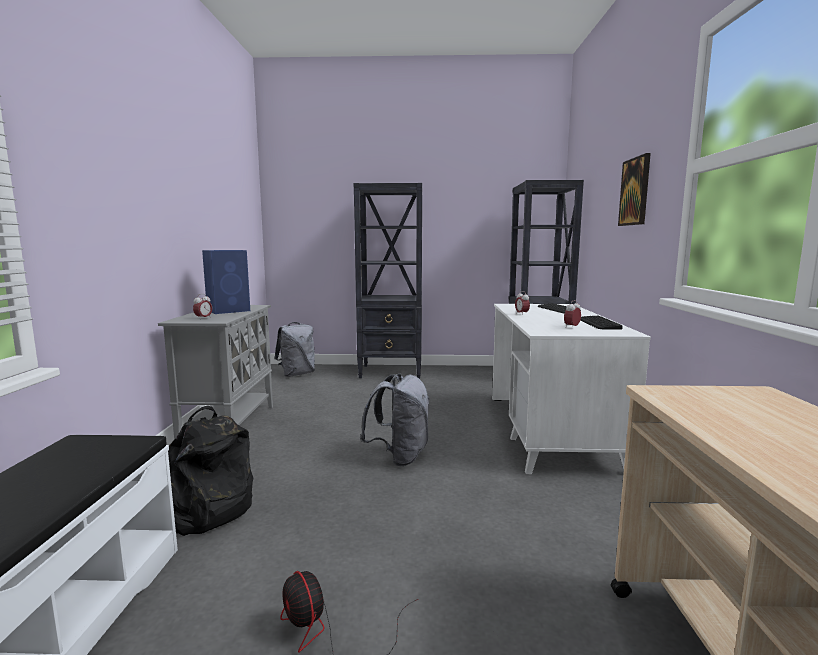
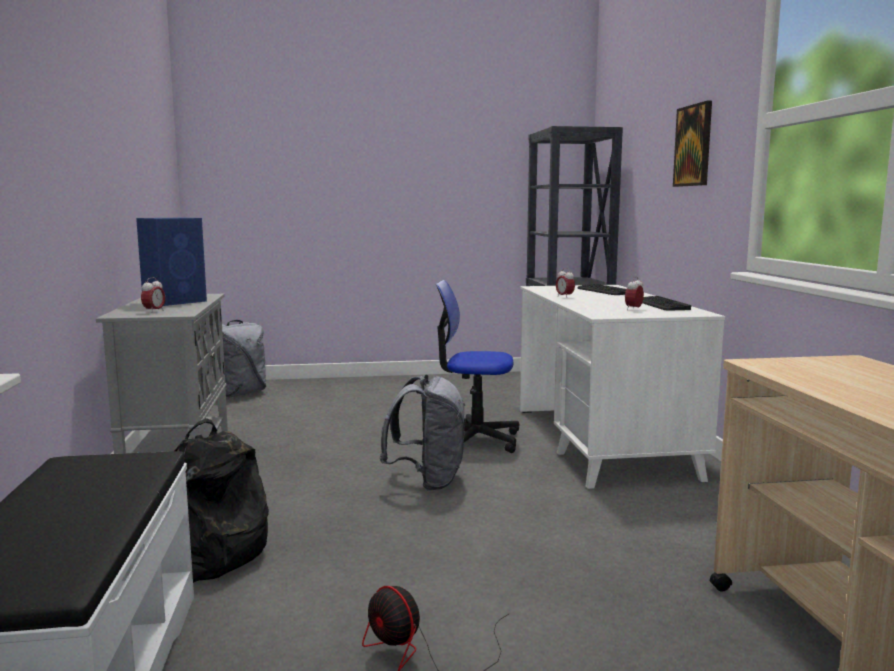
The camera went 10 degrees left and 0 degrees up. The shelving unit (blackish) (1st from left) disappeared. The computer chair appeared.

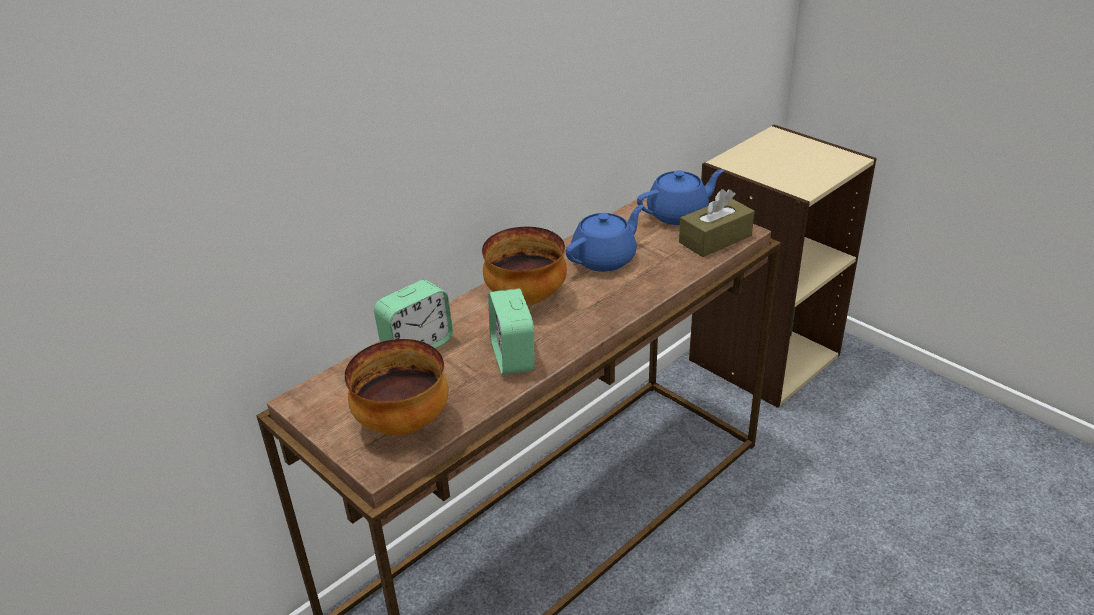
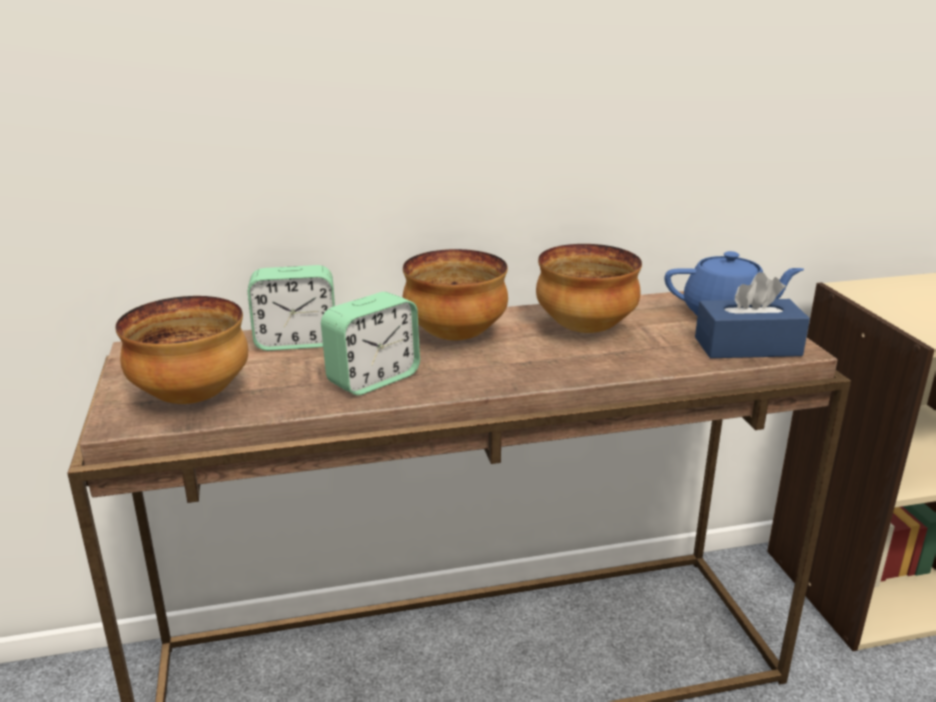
The camera went 30 degrees right and 10 degrees down. The alarm clock (2nd from left) turned 150 degrees counterclockwise. The teapot (blue) (1st from left) was replaced by the serving bowl (3rd from left). The box of tissues (brown-coloured) became the box of tissues (blue).

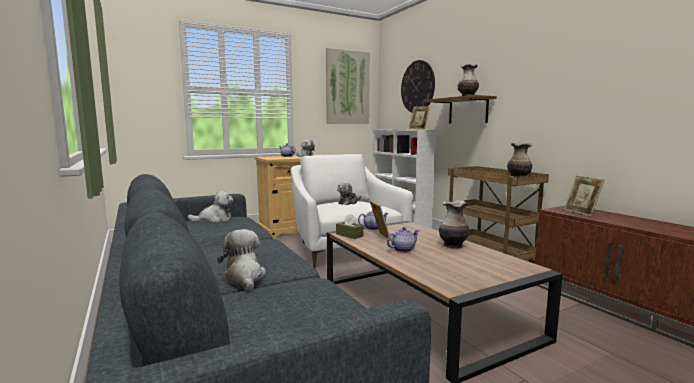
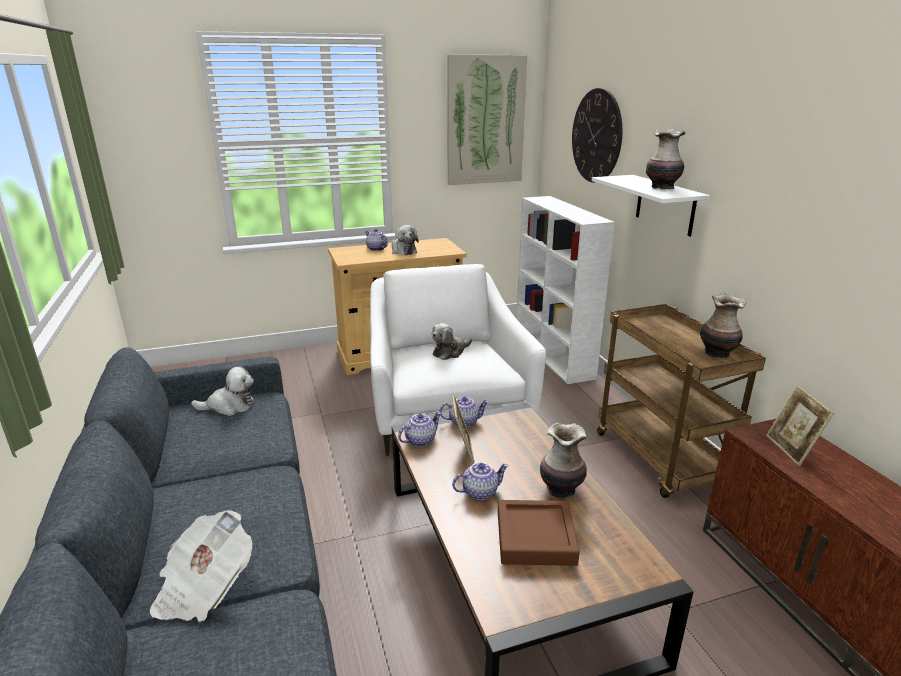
The camera went 10 degrees right and 15 degrees up. The cuddly toy (2nd from left) was replaced by the newspaper. The box of tissues (brown-coloured) was replaced by the teapot (2nd from left). The standing frame (2nd from left) disappeared. The bracket shelf (brown-coloured) became the bracket shelf (white). The carrying tray (brown-coloured) appeared.

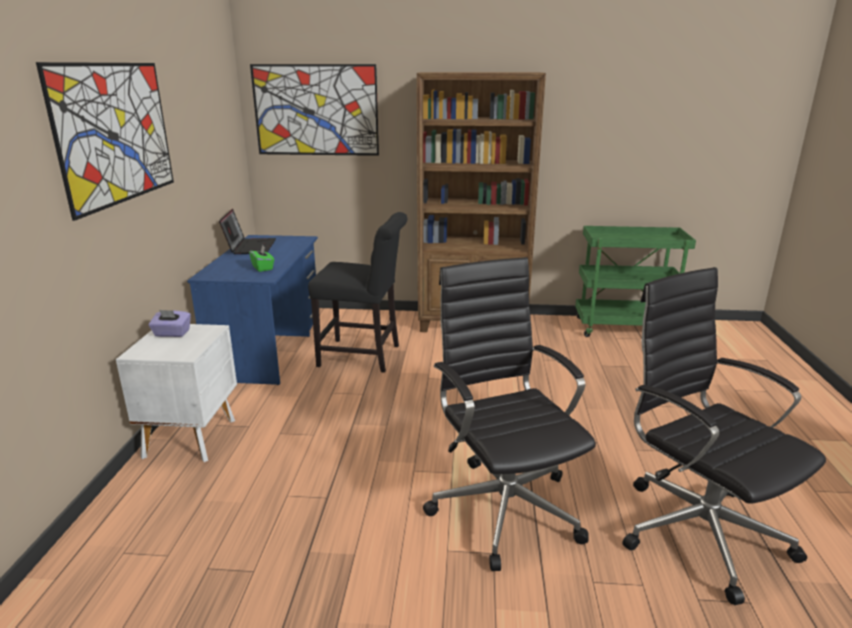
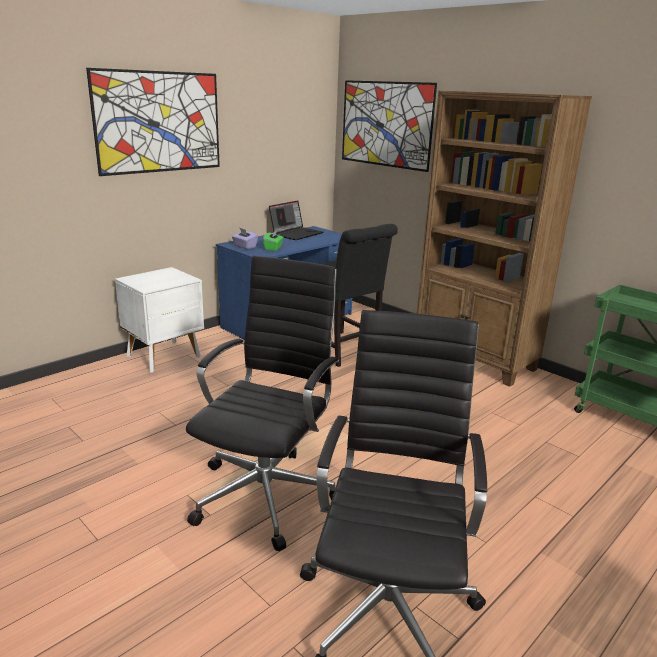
The camera went 40 degrees right and 0 degrees up. The box of tissues (purple-coloured) moved.

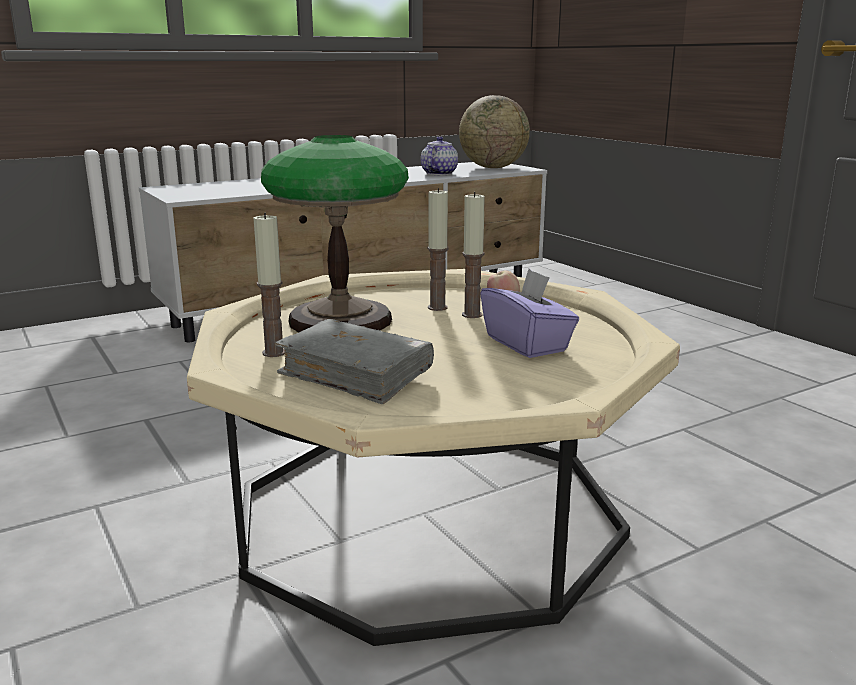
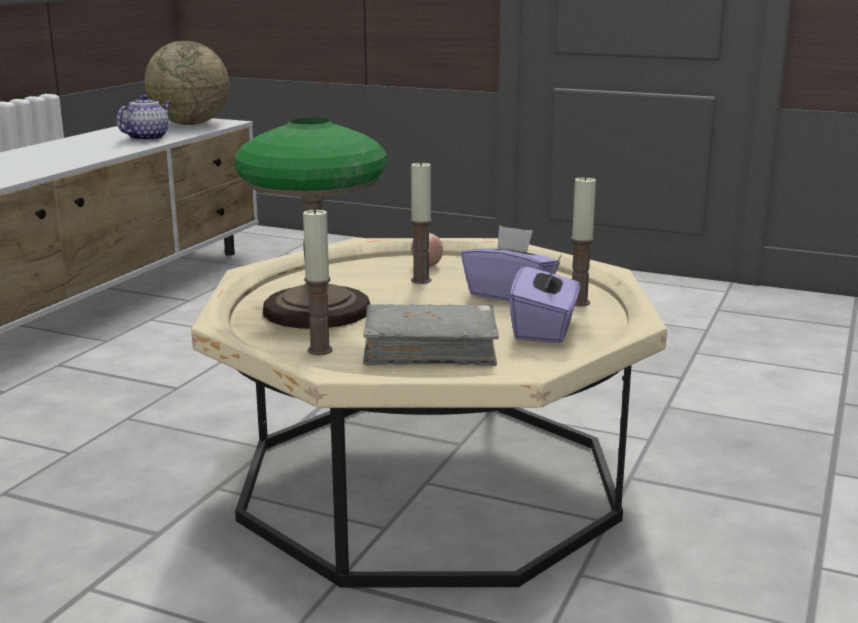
The camera went 35 degrees left and 0 degrees up. The teapot turned 45 degrees clockwise. The wax light (2nd from left in the first image) moved. The box of tissues (purple-coloured) (2nd from left) appeared.

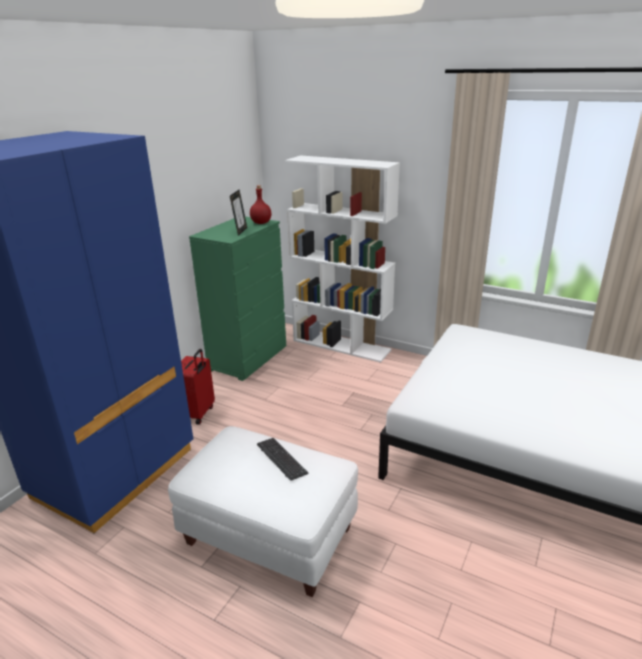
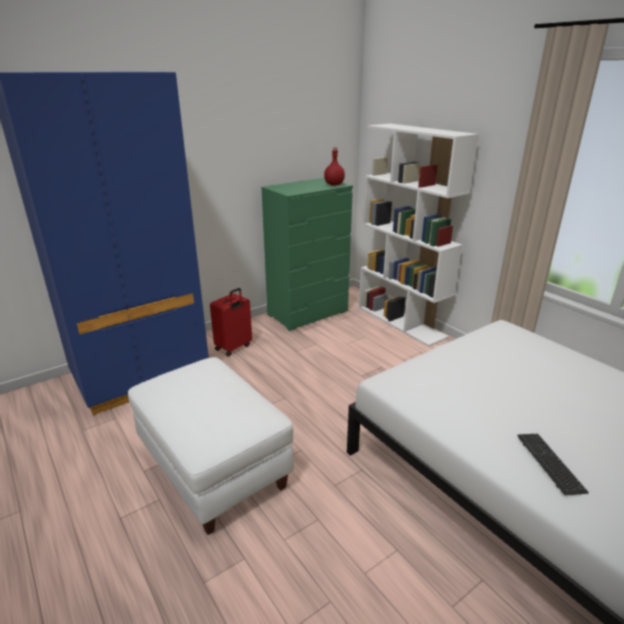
The camera went 25 degrees right and 0 degrees up. The standing frame disappeared. The PC keyboard moved.

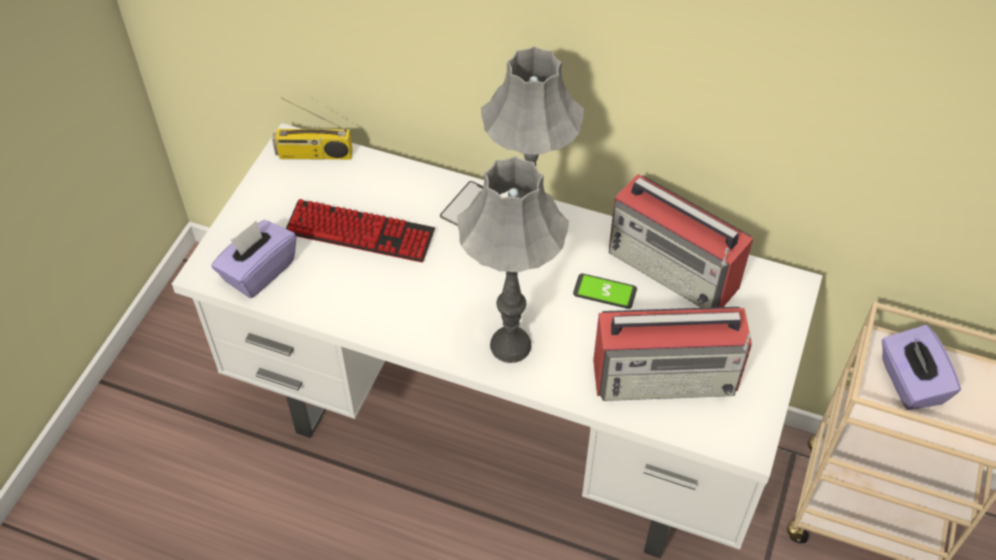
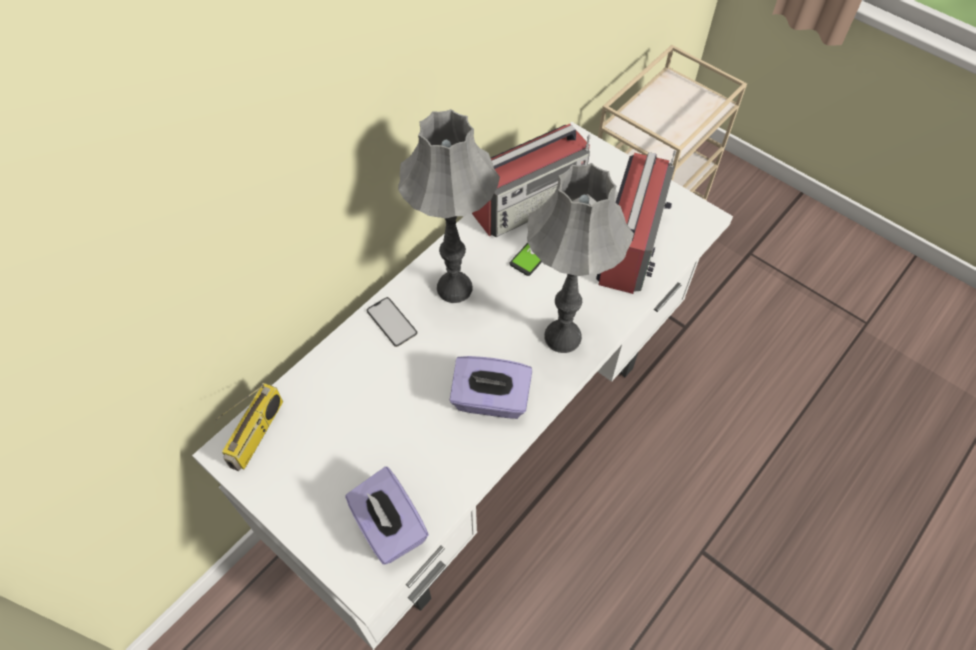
The camera went 70 degrees left and 5 degrees up. The PC keyboard disappeared. The box of tissues (purple-coloured) (2nd from left) moved.

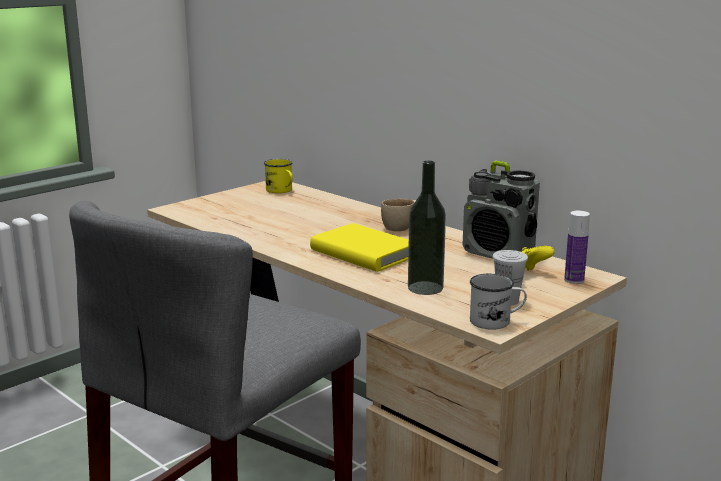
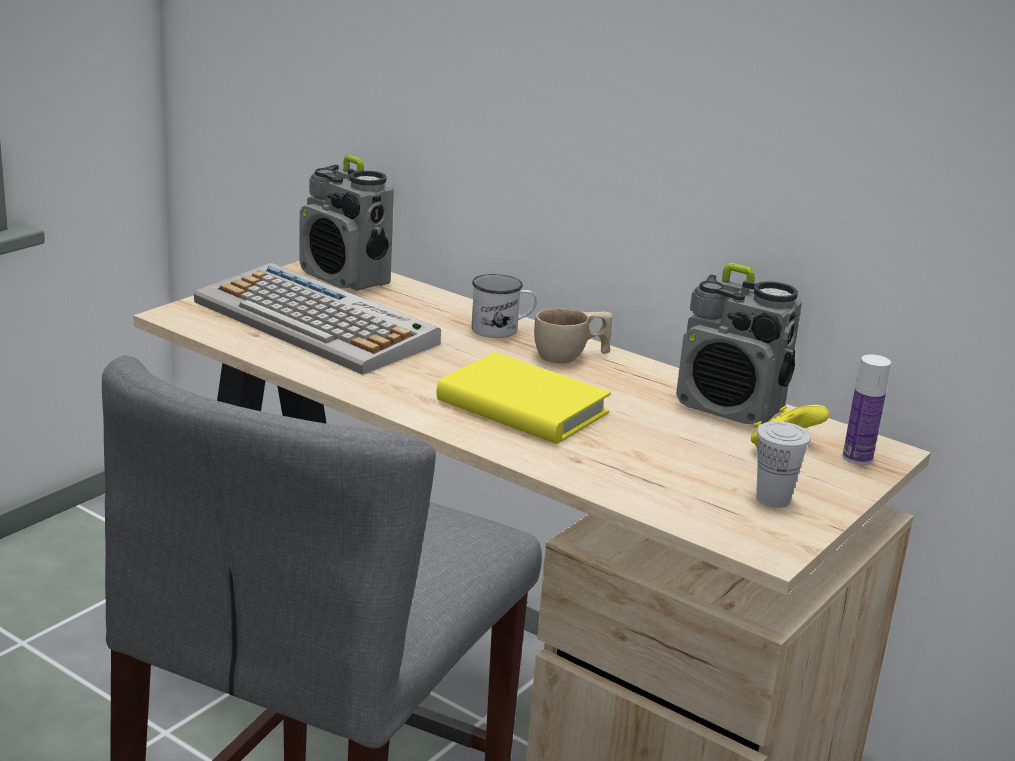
The camera went 10 degrees left and 5 degrees up. The tea mug (yellow) was replaced by the radio (1st from left). The bottle (1st from left) disappeared. The tea mug (white) moved. The PC keyboard appeared.

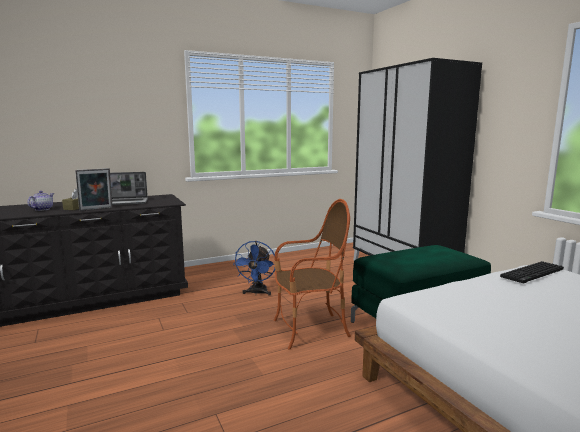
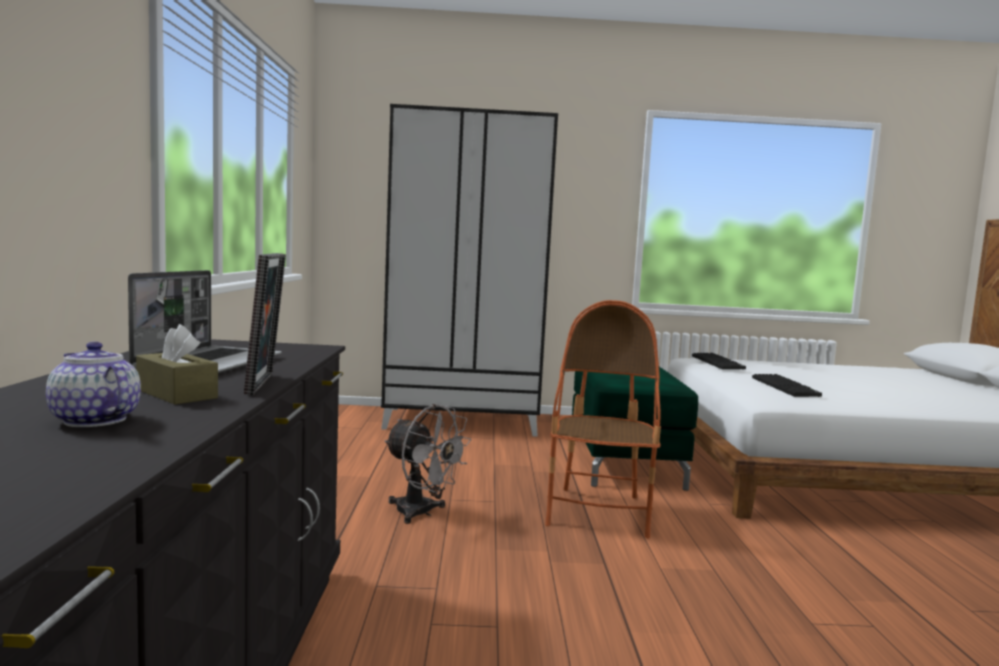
The camera went 65 degrees left and 5 degrees down. The fan (blue) became the fan (greyish). The PC keyboard (2nd from left) appeared.

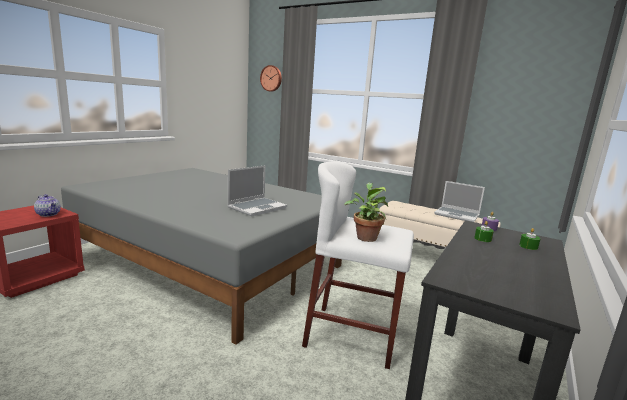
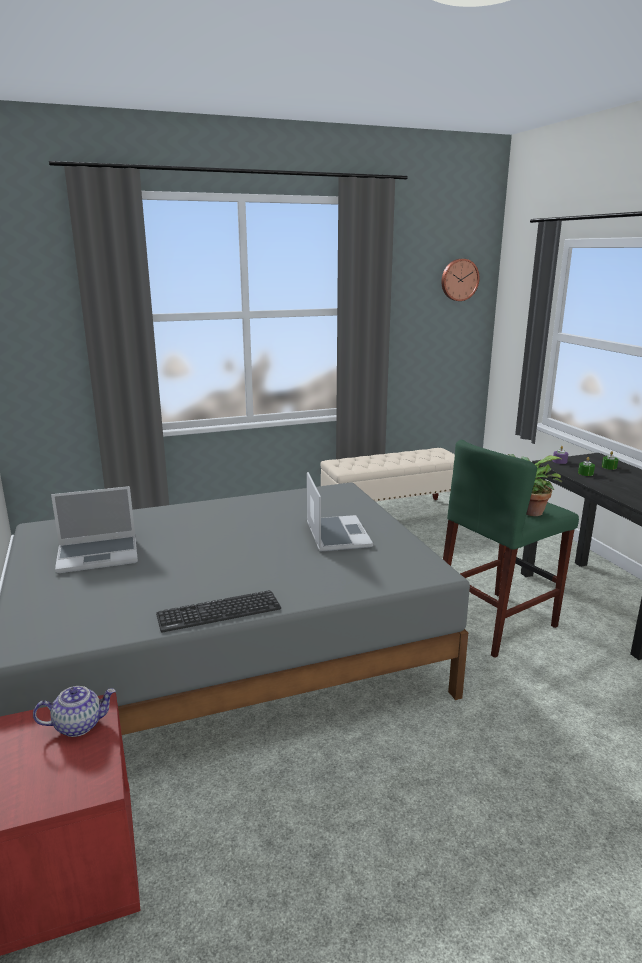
The camera went 50 degrees left and 5 degrees up. The wall clock moved. The sitting stool (white) became the sitting stool (greenish). The notebook computer (2nd from left in the first image) moved. The PC keyboard appeared.

